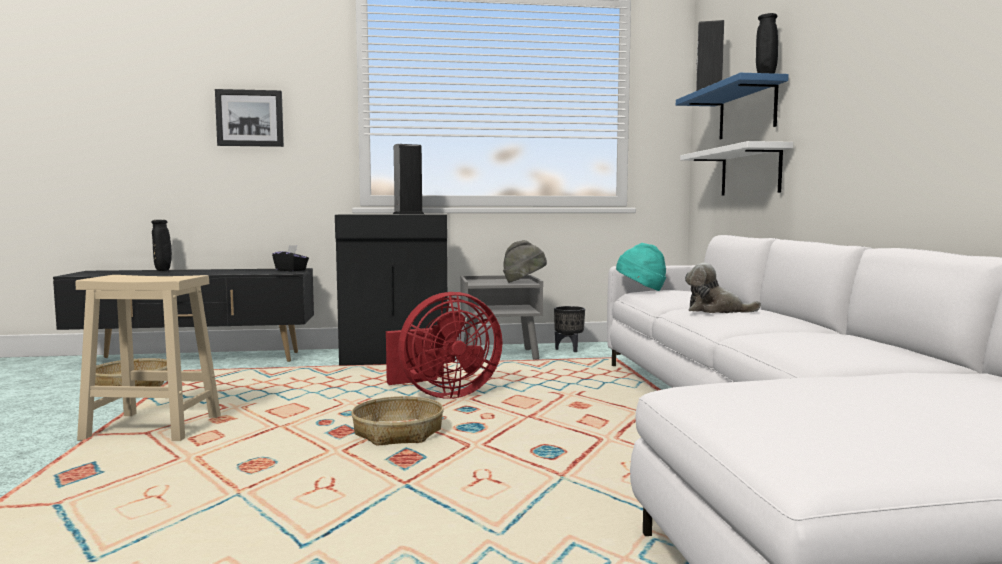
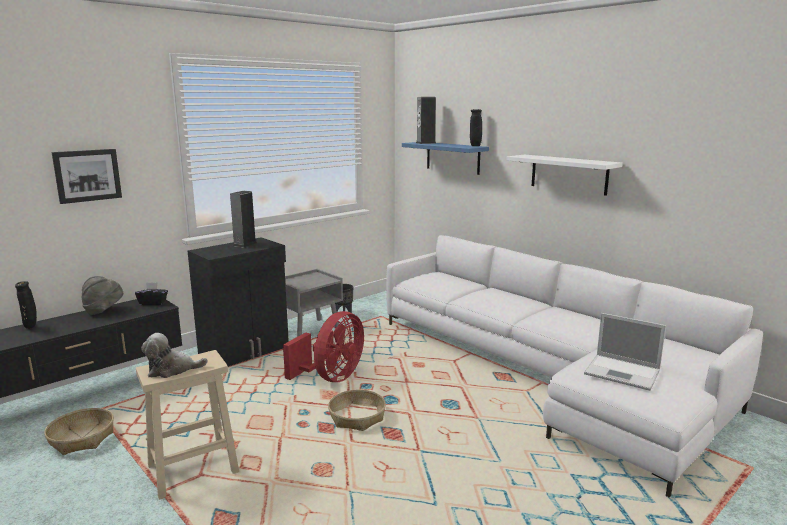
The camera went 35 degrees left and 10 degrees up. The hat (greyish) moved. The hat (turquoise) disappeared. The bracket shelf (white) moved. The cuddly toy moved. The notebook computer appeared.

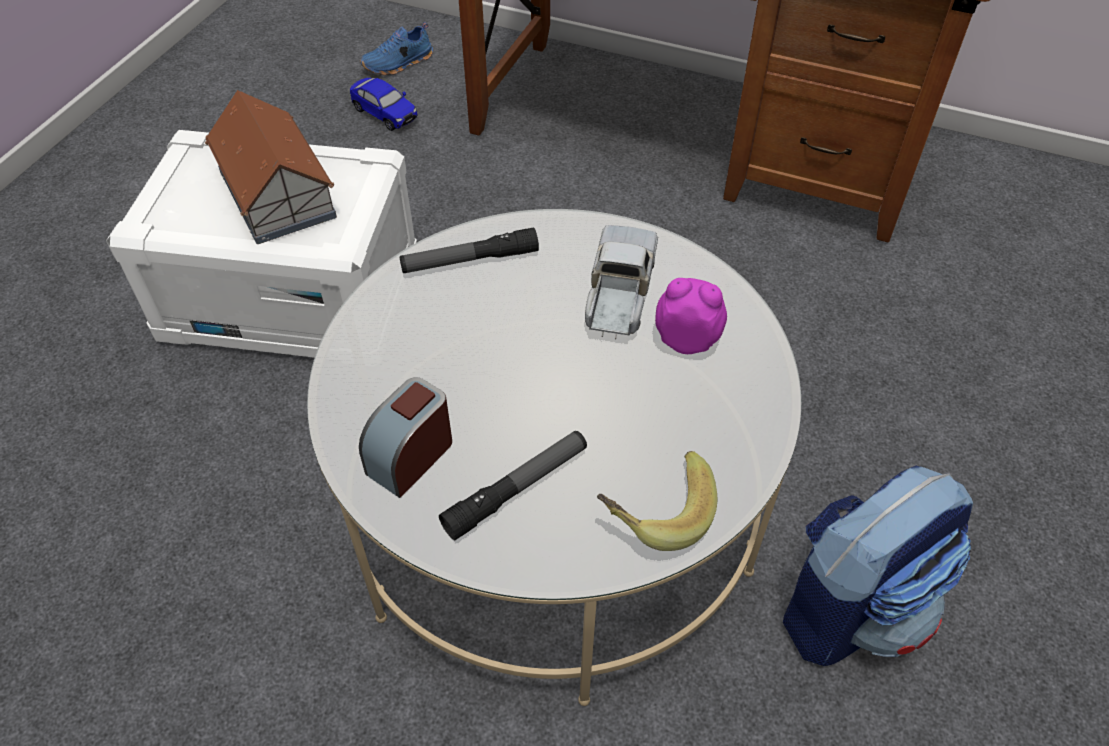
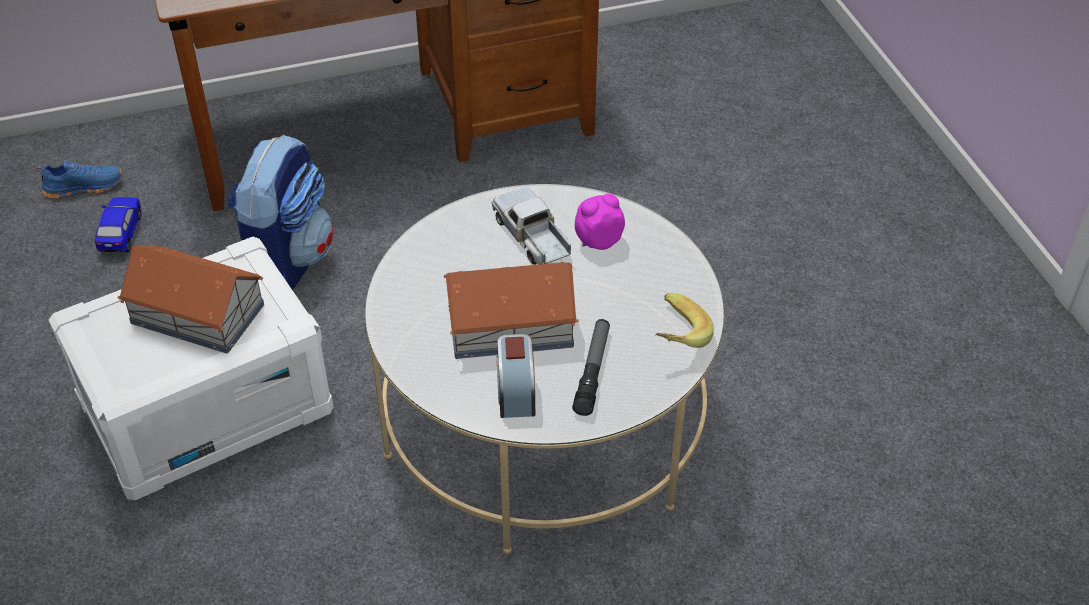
The camera went 40 degrees left and 5 degrees down. The model car turned 90 degrees counterclockwise. The shoe (blue) turned 120 degrees counterclockwise. The flashlight (1st from left) disappeared. The backpack moved. The toy house (2nd from left) appeared.

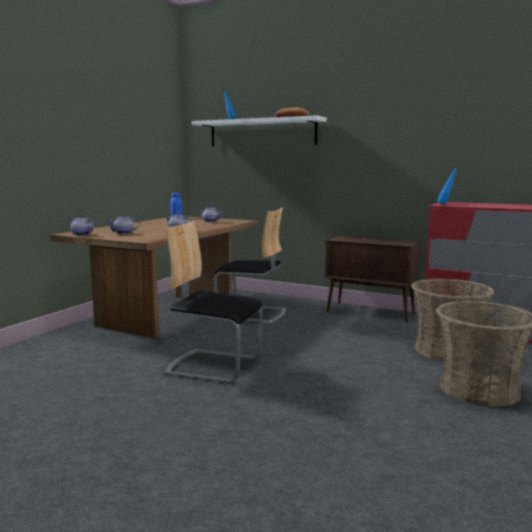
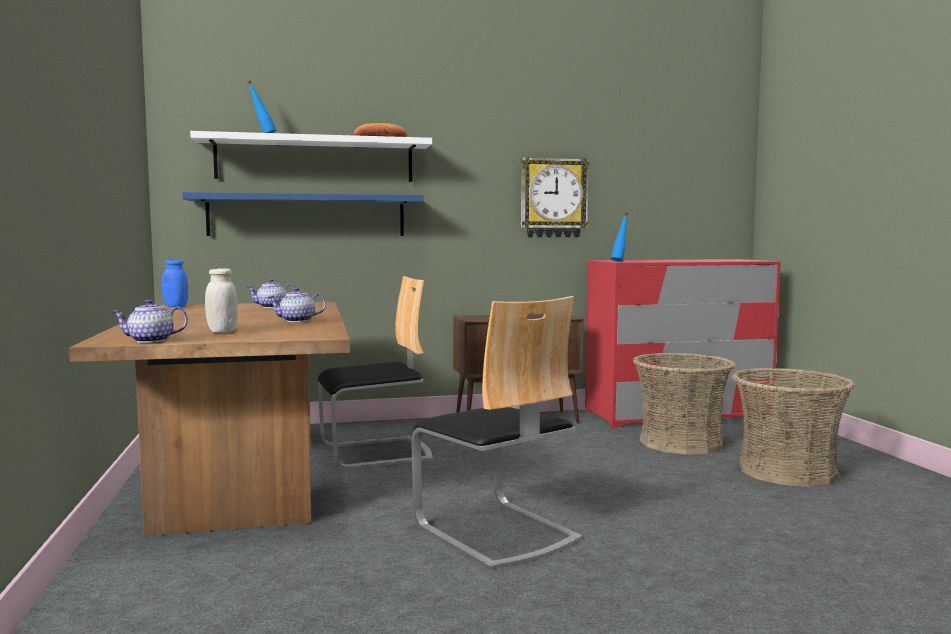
The camera went 40 degrees left and 5 degrees down. The teapot (2nd from left) was replaced by the preserve jar (white). The chair (1st from left in the first image) turned 105 degrees counterclockwise. The bracket shelf (blue) appeared. The wall clock appeared.

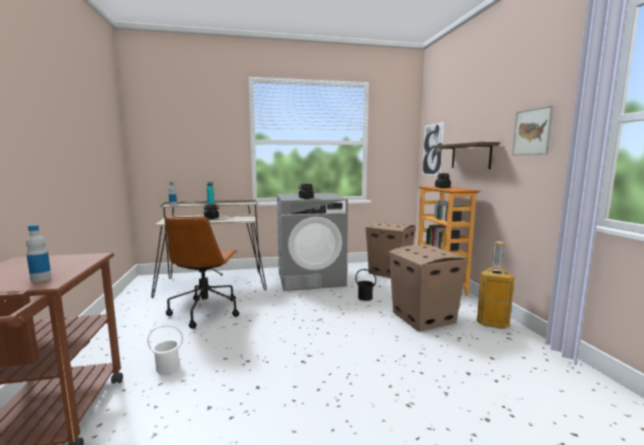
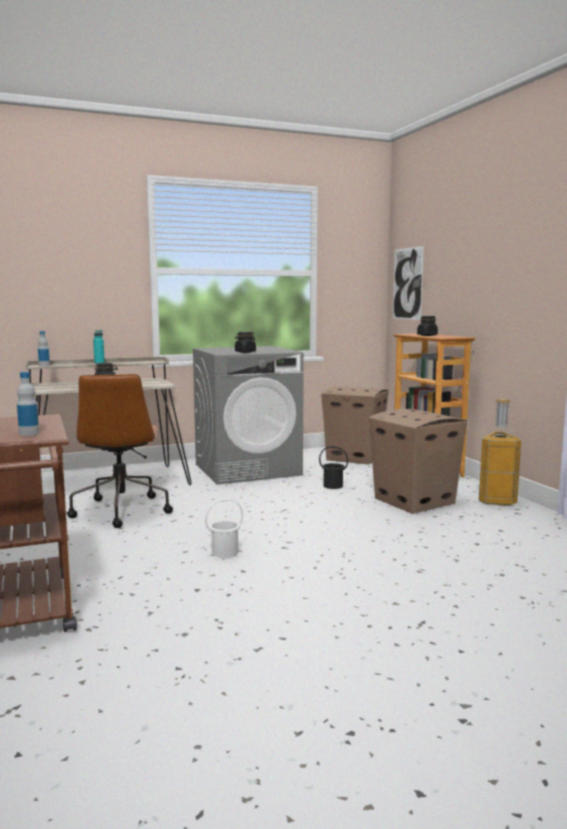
The camera went 10 degrees left and 0 degrees up. The bucket (white) moved. The bracket shelf disappeared. The wall picture (2nd from left) disappeared.

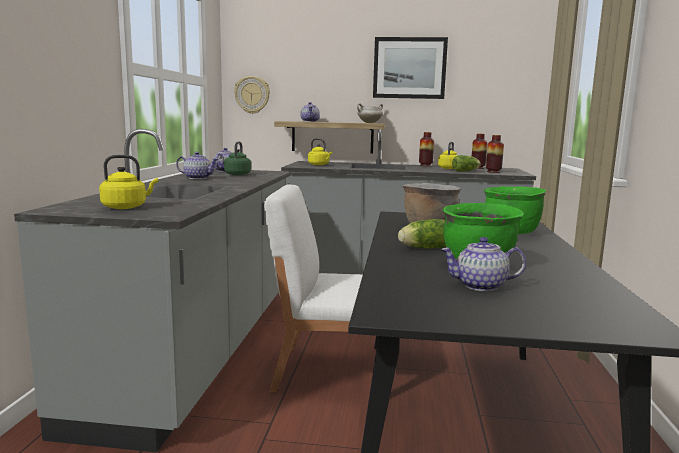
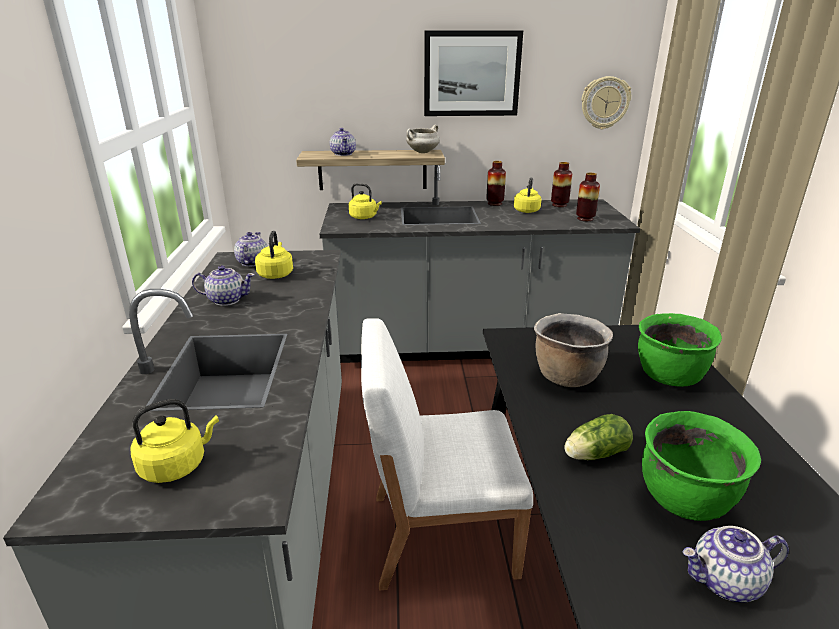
The camera went 10 degrees left and 15 degrees up. The tea kettle (greenish) became the tea kettle (yellow) (2nd from left). The wall clock moved. The lettuce head (2nd from left) disappeared.

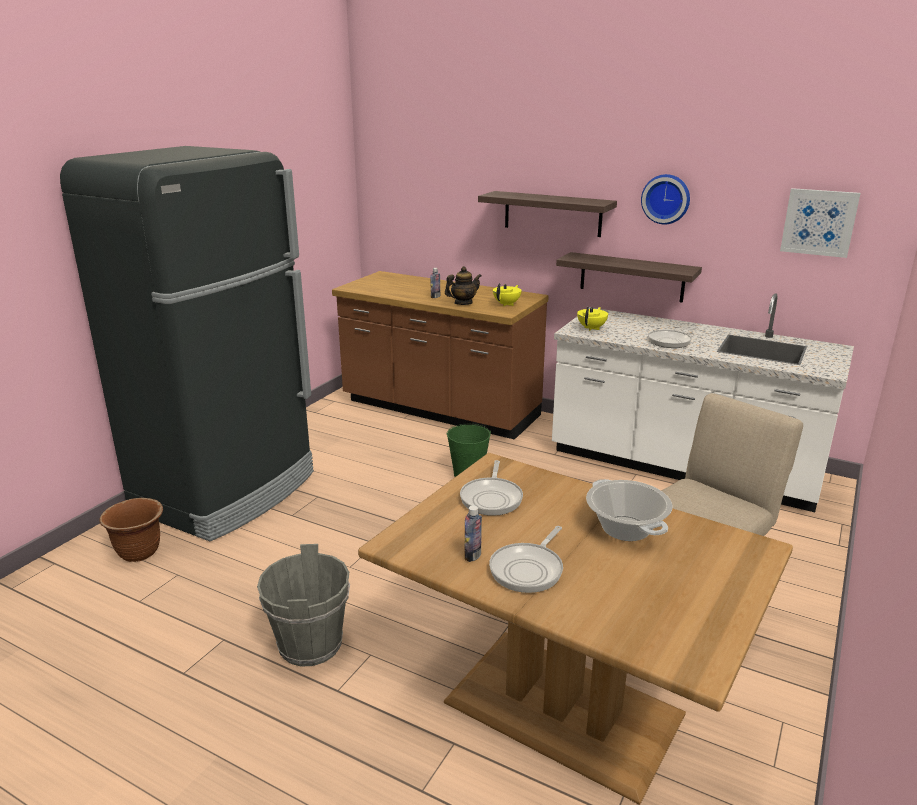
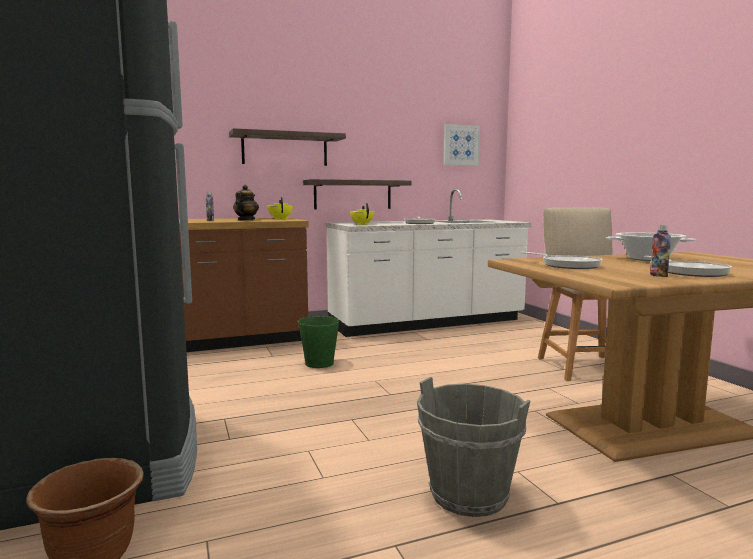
The camera went 50 degrees left and 15 degrees down. The wall clock disappeared.

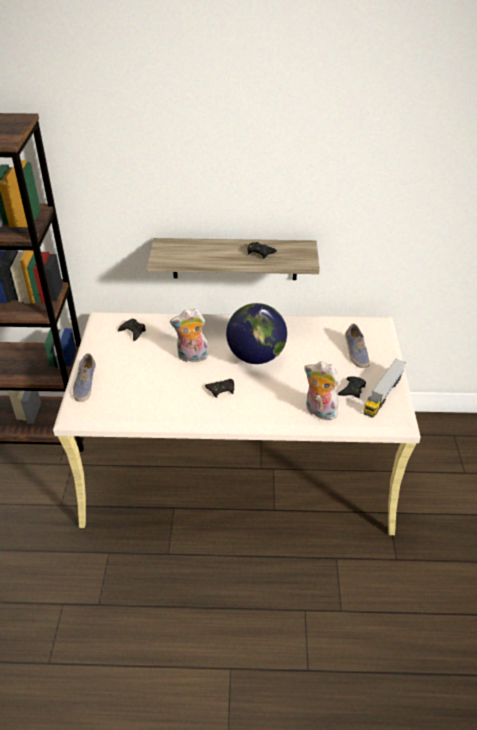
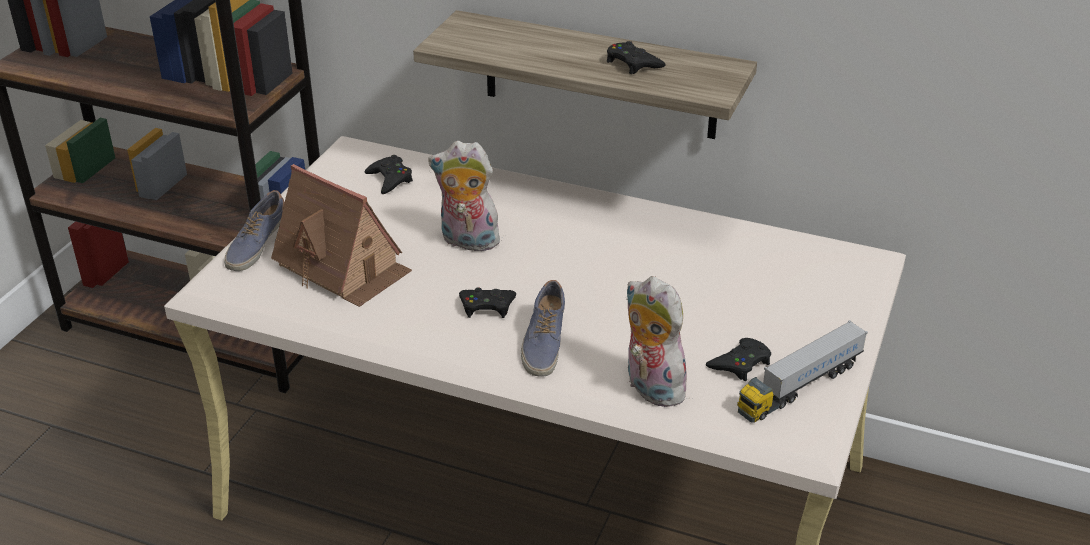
The camera went 20 degrees right and 5 degrees down. The globe disappeared. The shoe (2nd from left) moved. The toy house appeared.

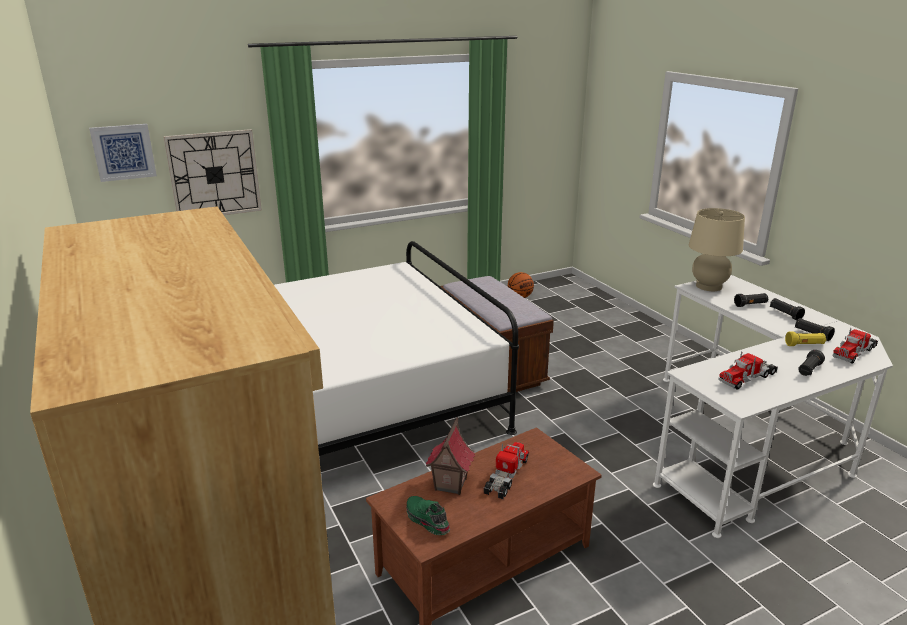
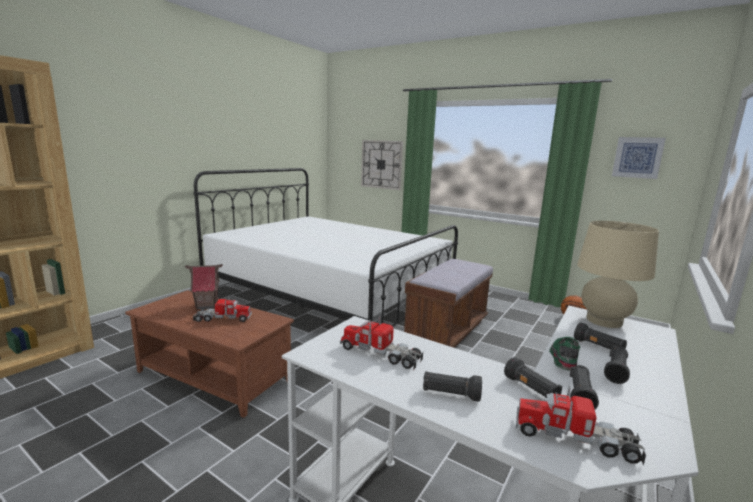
The camera went 60 degrees right and 10 degrees down. The wall picture moved. The shoe (greenish) moved. The flashlight (yellow) became the flashlight (blackish) (2nd from left).

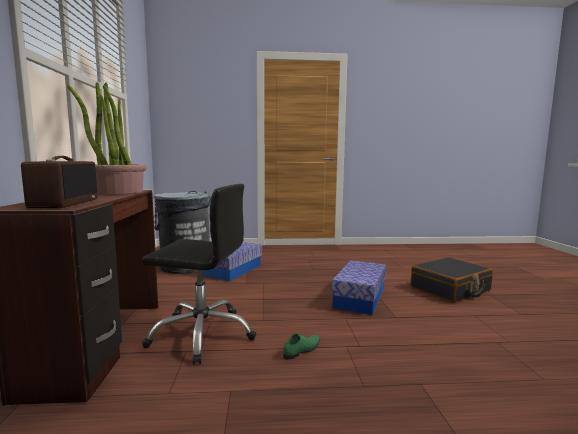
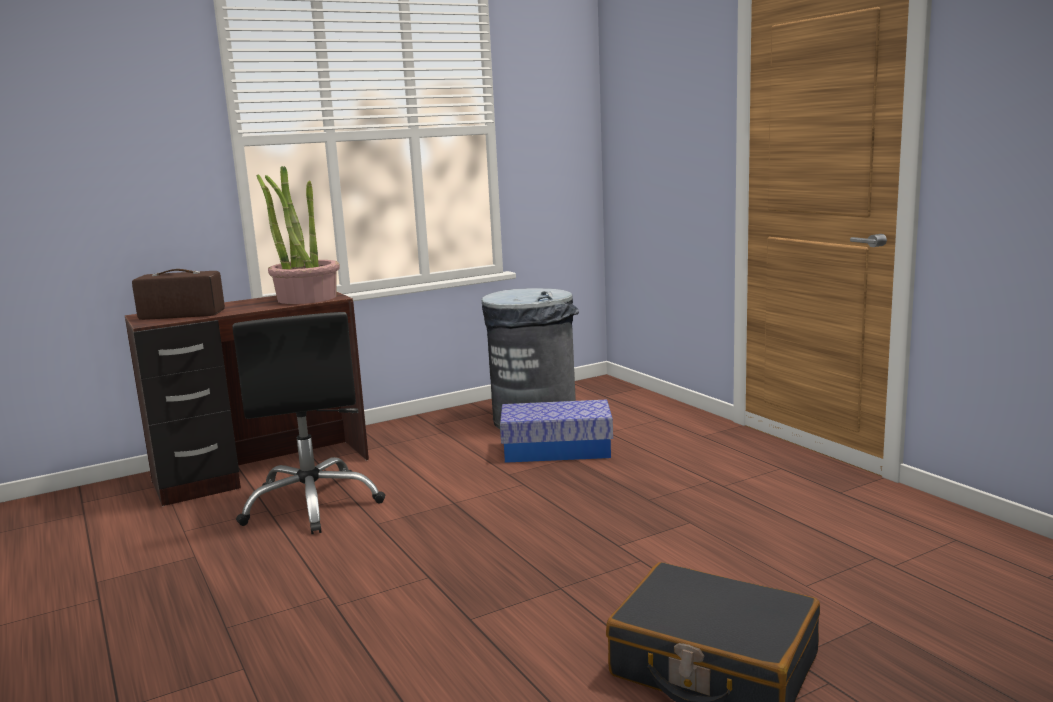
The camera went 65 degrees right and 5 degrees up. The radio turned 150 degrees counterclockwise. The shoe (greenish) disappeared. The storage container (2nd from left) disappeared.

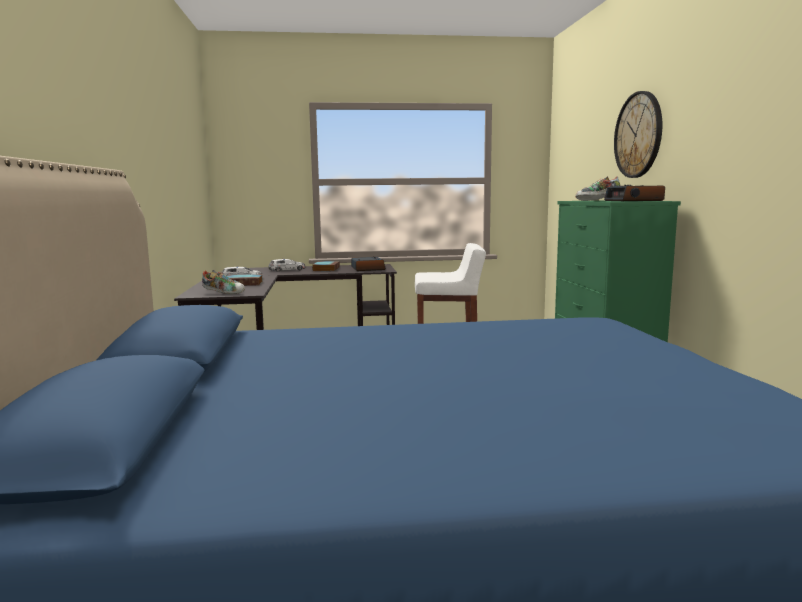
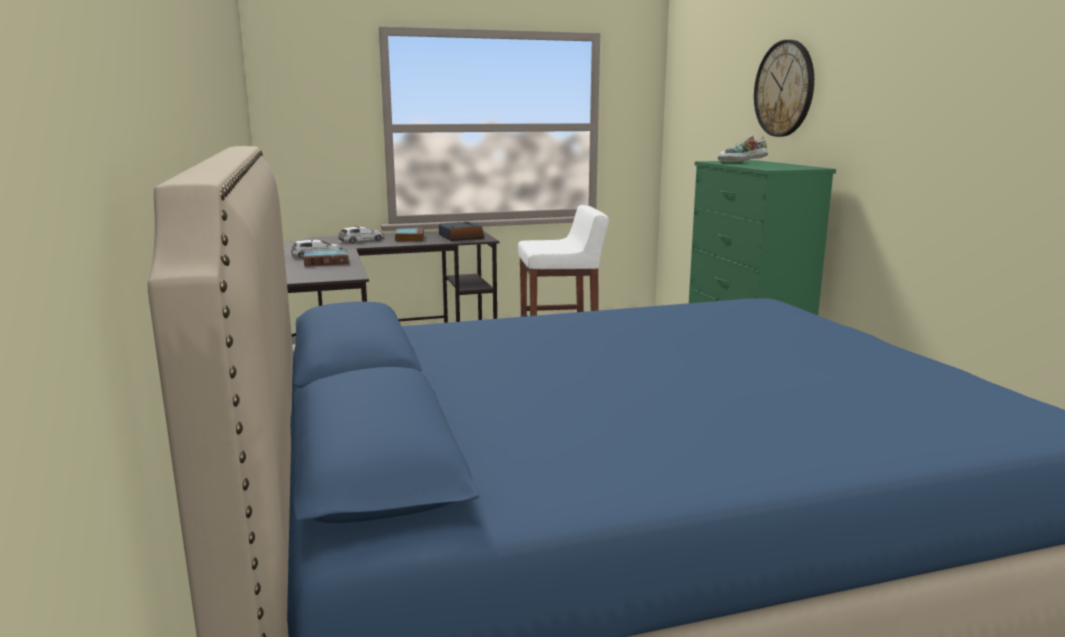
The camera went 10 degrees left and 5 degrees up. The shoe (1st from left) disappeared. The alarm clock (2nd from left) disappeared.

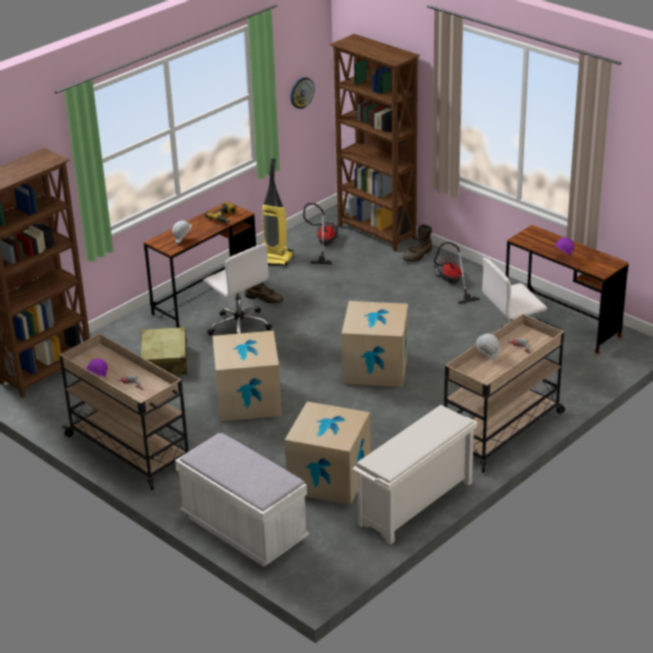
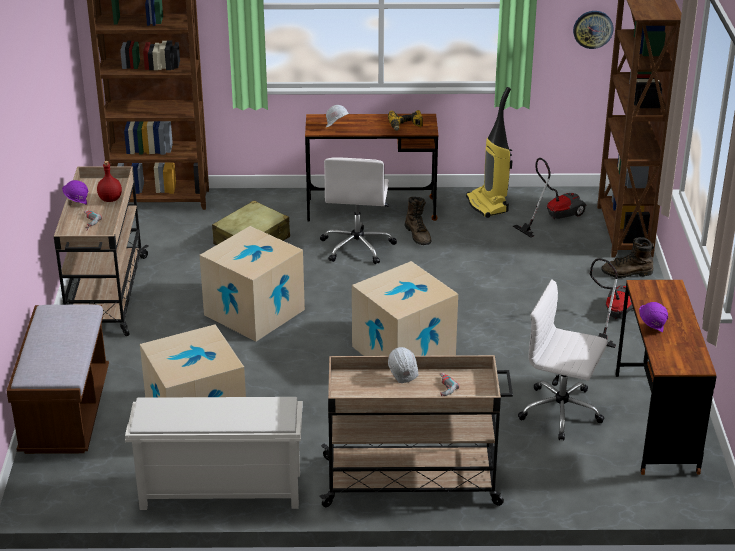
The camera went 45 degrees right and 0 degrees up. The long seat (white) became the long seat (brown-coloured). The bottle (reddish) appeared.

